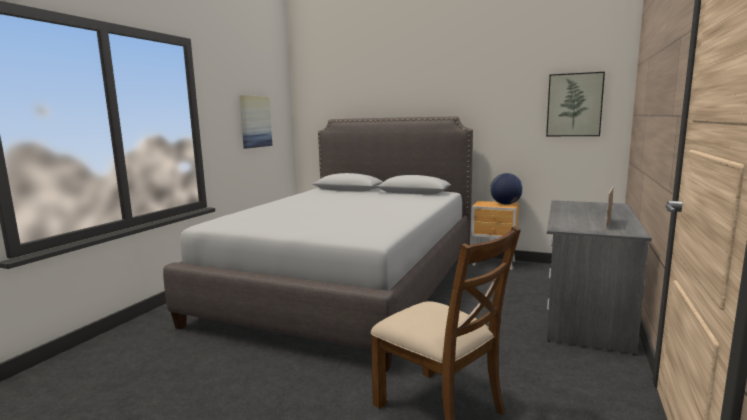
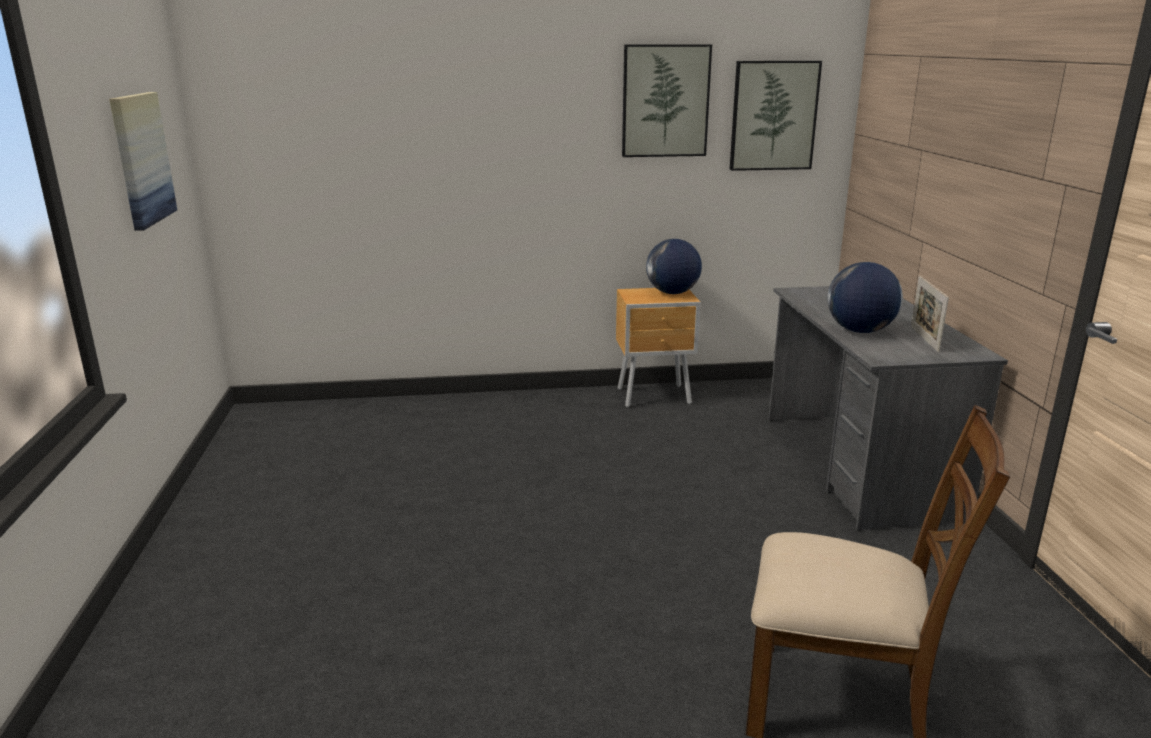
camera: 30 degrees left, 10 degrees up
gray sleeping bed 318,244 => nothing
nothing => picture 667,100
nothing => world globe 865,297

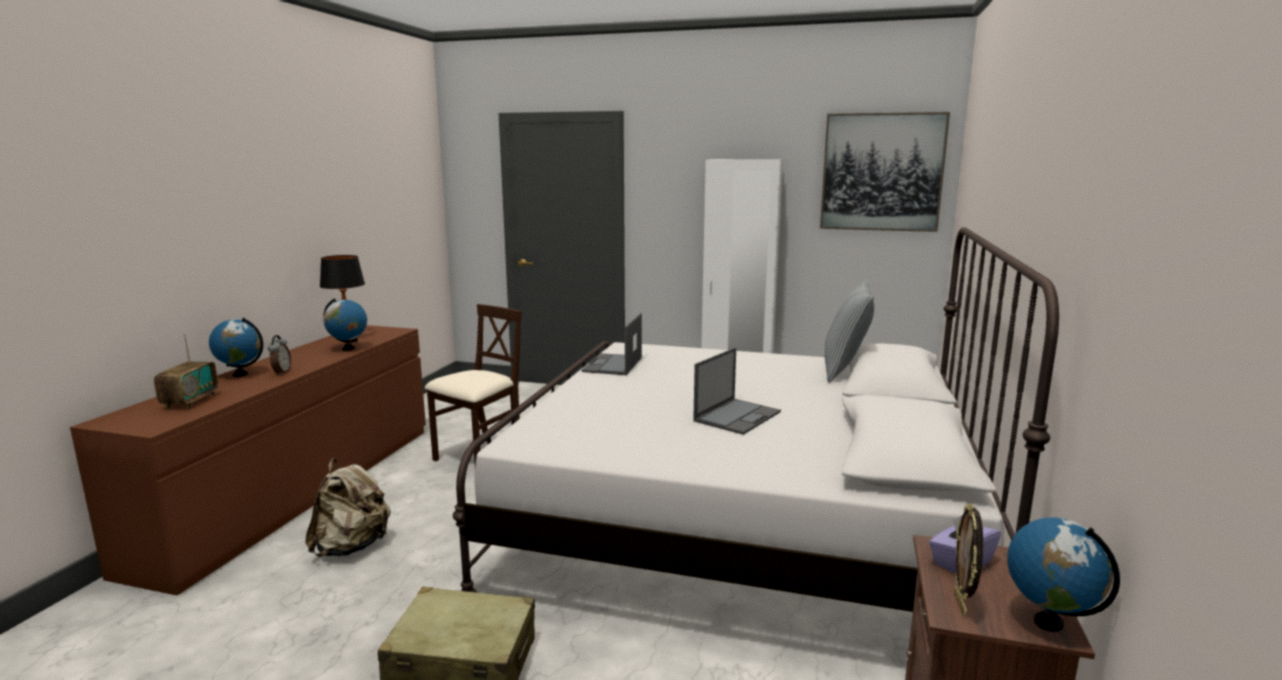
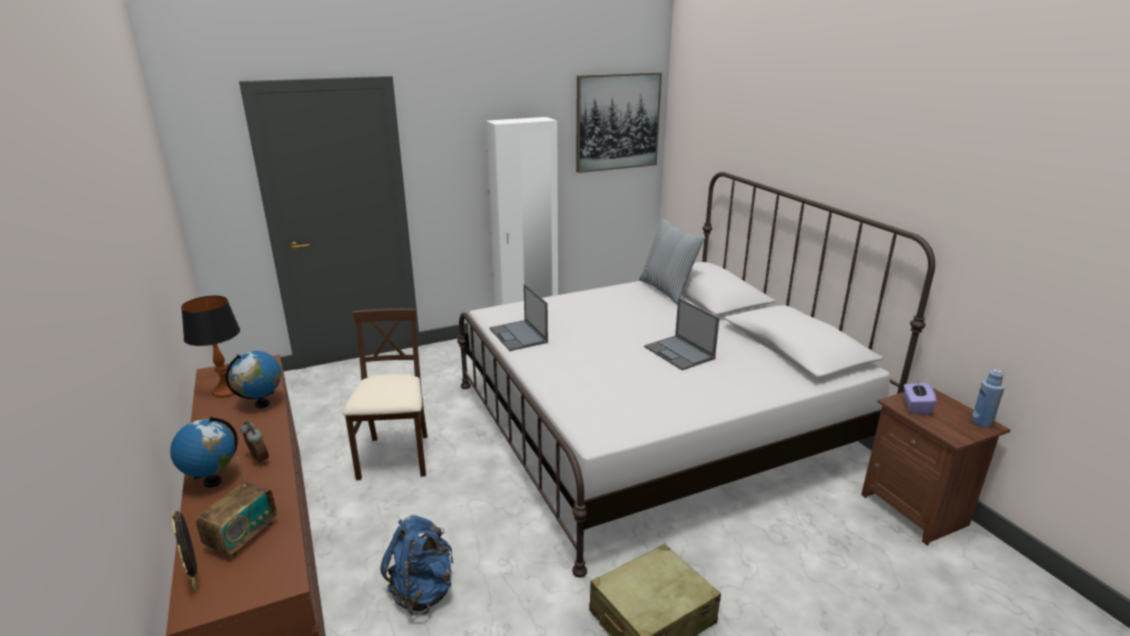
camera: 40 degrees left, 10 degrees up
photo frame 968,560 => photo frame 184,550, moved
world globe 1063,575 => blue bottle 988,398
beige-coloured backpack 348,507 => blue backpack 416,565
radio receiver 186,372 => radio receiver 236,508, 60 degrees clockwise
laptop 737,391 => laptop 681,334, 150 degrees clockwise

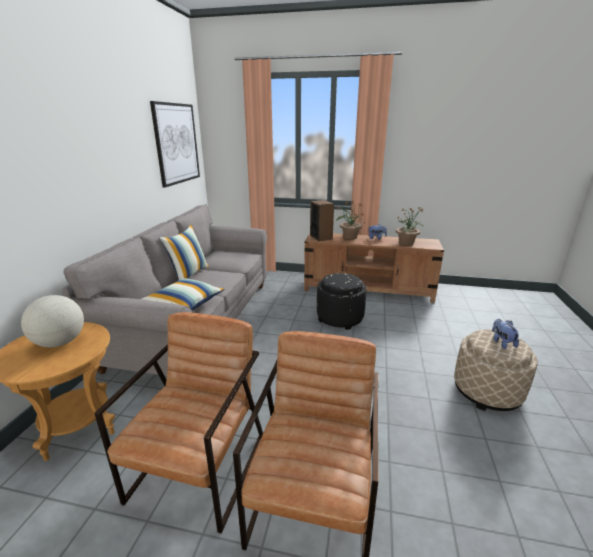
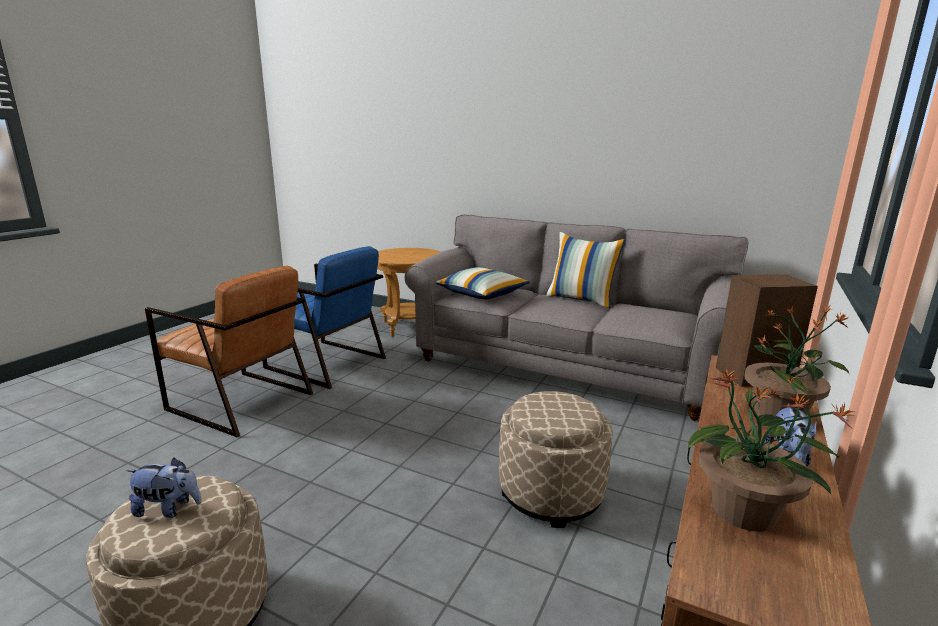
camera: 105 degrees right, 5 degrees down
world globe 52,321 => nothing
picture 175,144 => nothing
brown armchair 178,423 => blue armchair 324,317
black pouffe 342,301 => beige-coloured pouffe 555,459

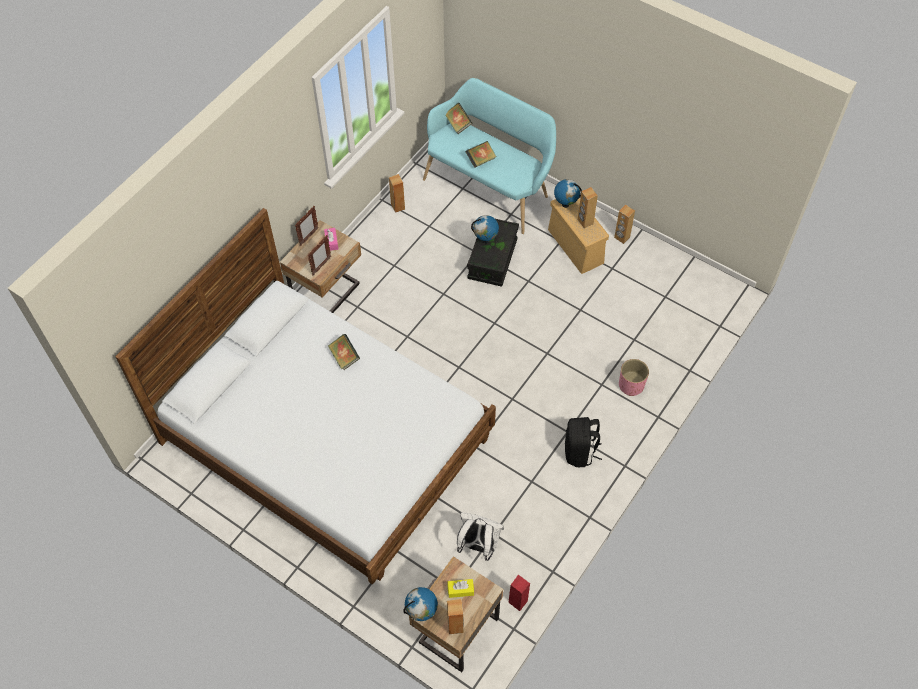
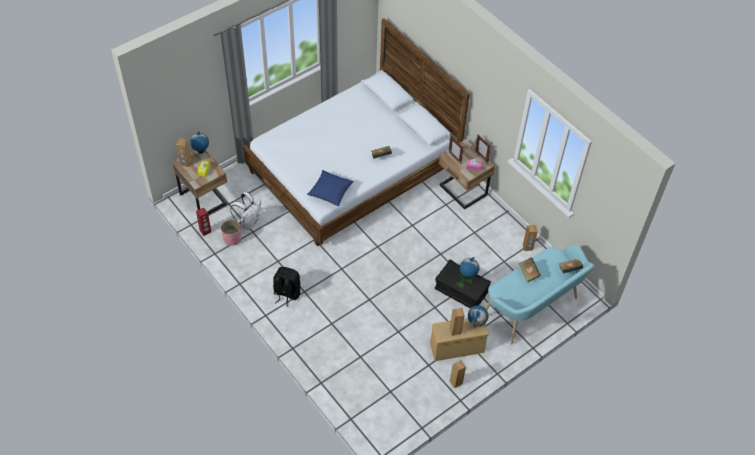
camera: 105 degrees right, 5 degrees down
nothing => blue throw pillow 330,188
pink planter 634,377 => pink planter 231,233, moved

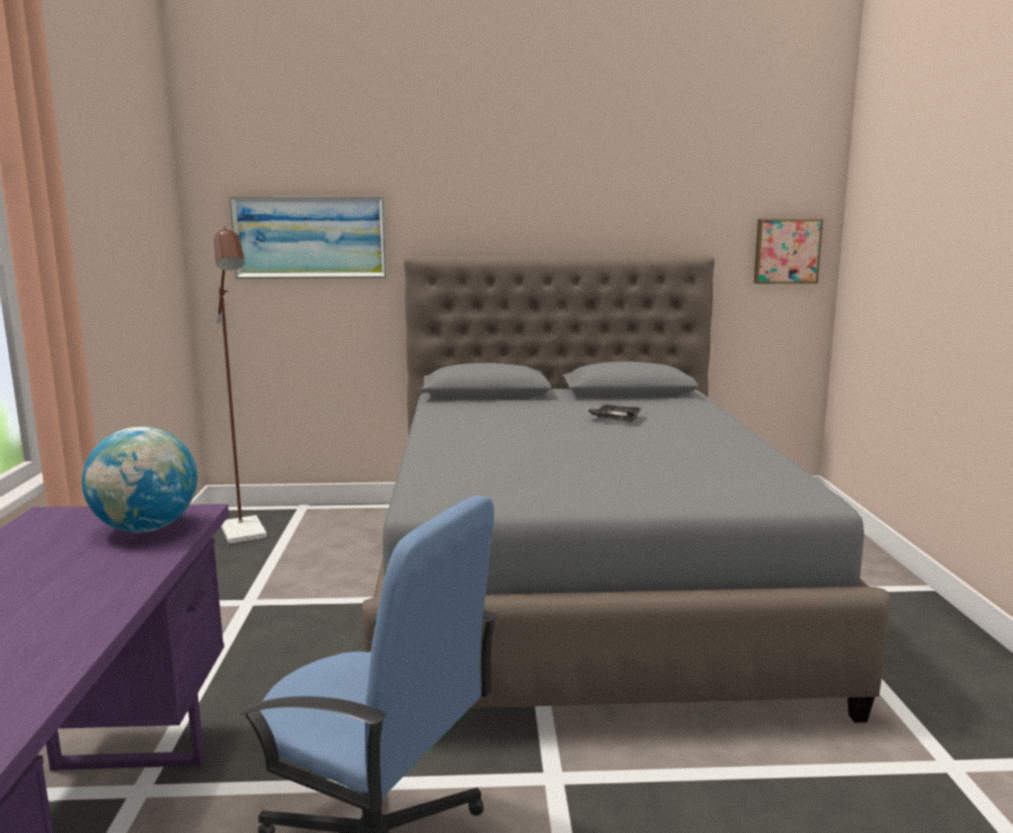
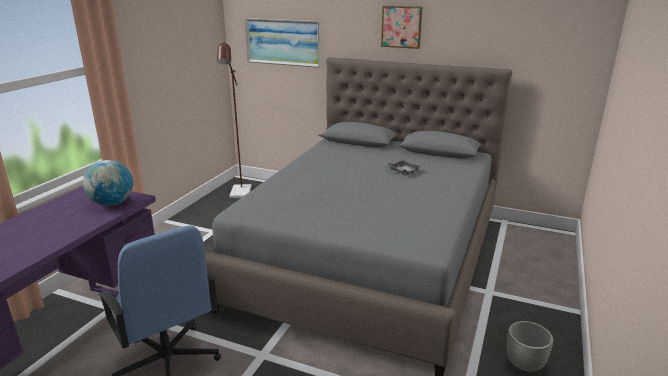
camera: 25 degrees right, 10 degrees up
nothing => gray planter 530,346
picture 788,251 => picture 402,27, moved

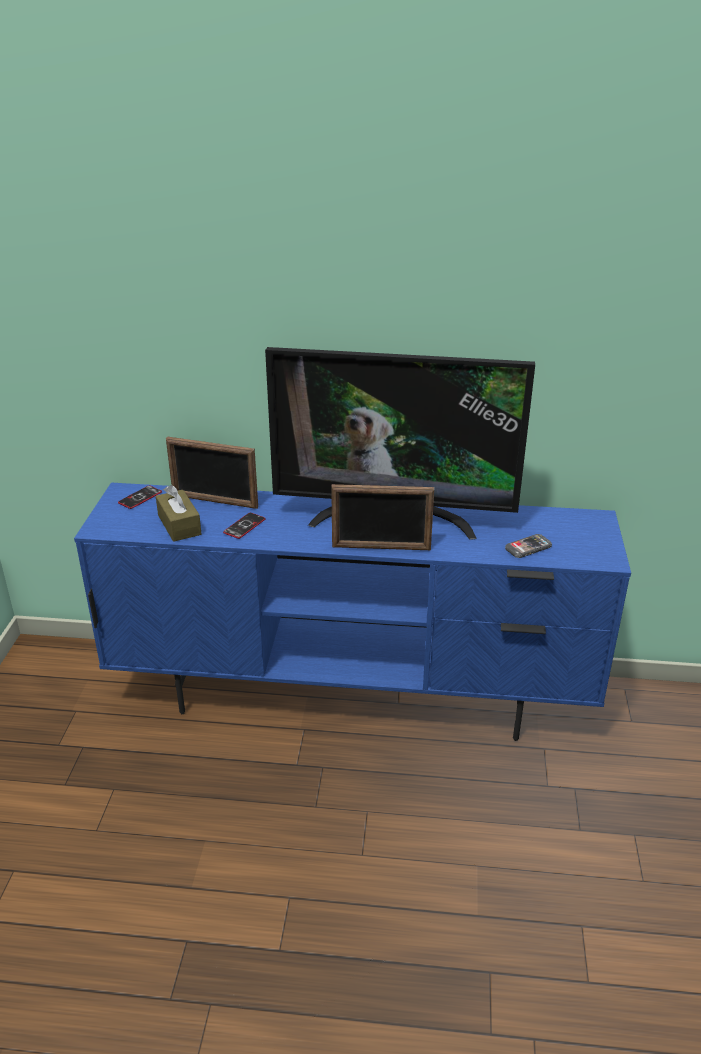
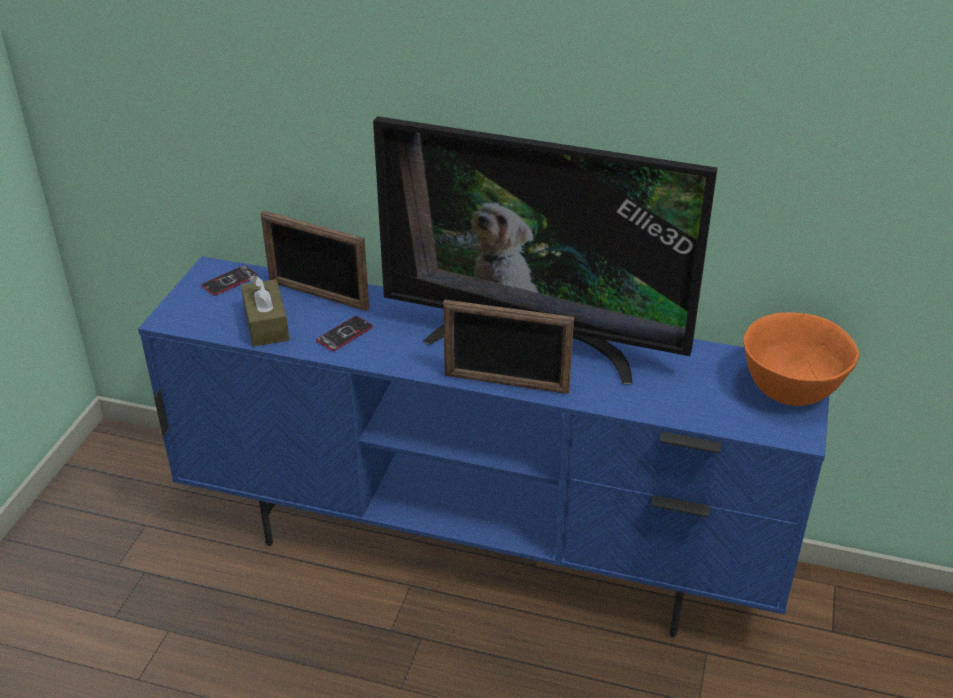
camera: 10 degrees right, 5 degrees up
telephone 528,546 => nothing
nothing => orange-coloured deep dish 801,359

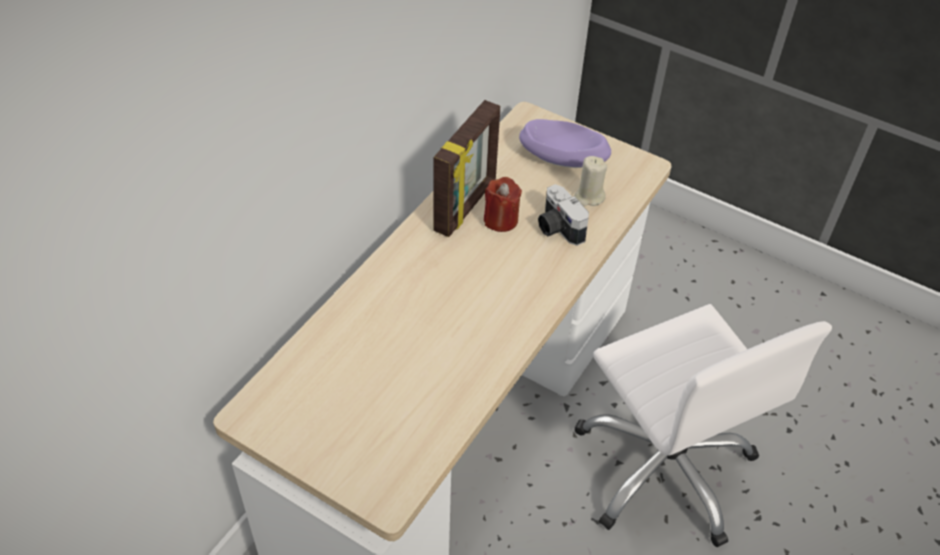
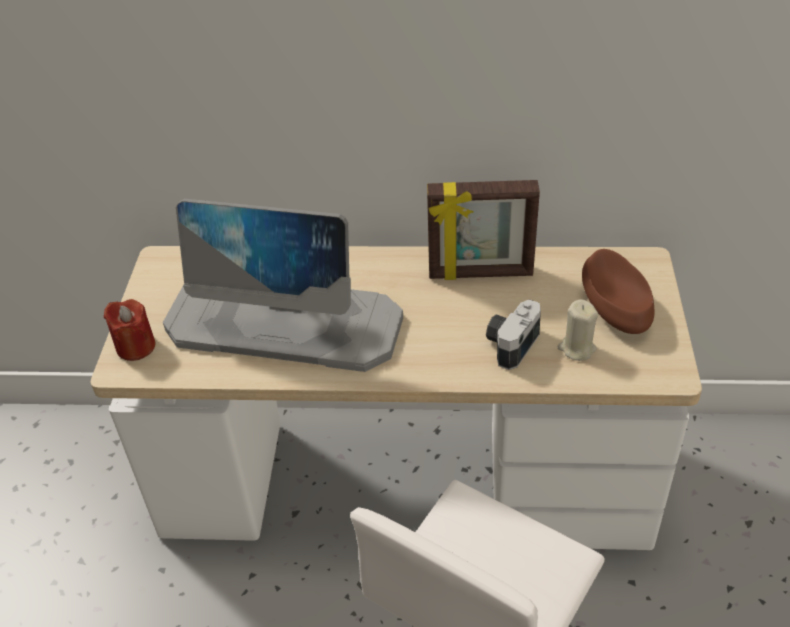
camera: 65 degrees right, 5 degrees down
nothing => computer display 283,285
red candle 503,204 => red candle 130,330, moved
purplish deep dish 565,143 => brown deep dish 618,291

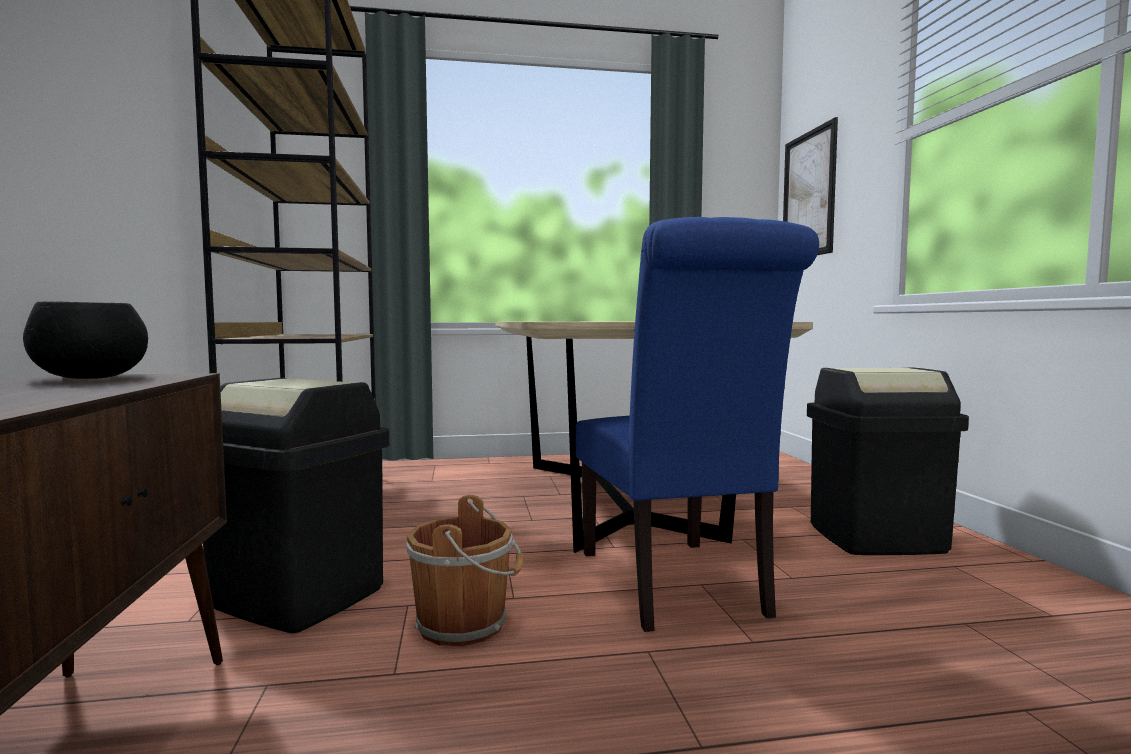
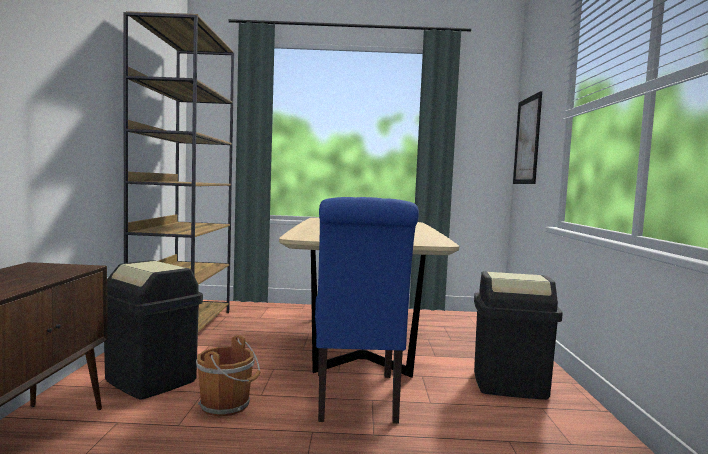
camera: 10 degrees right, 0 degrees up
black deep dish 85,340 => nothing

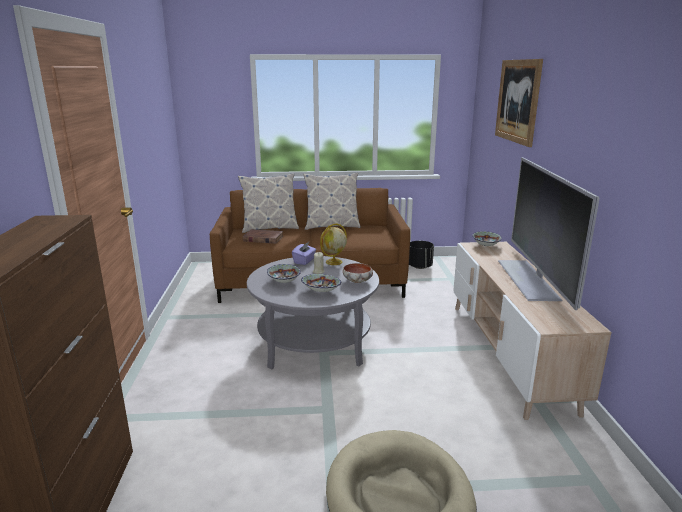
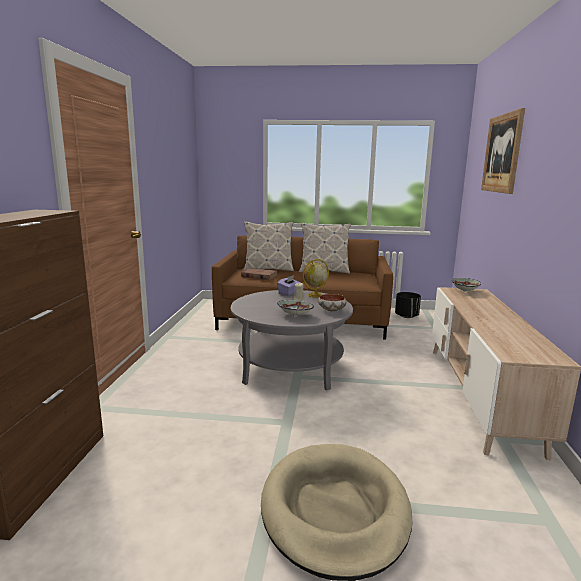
camera: 10 degrees right, 5 degrees down
deep dish 284,273 => nothing
TV set 549,233 => nothing

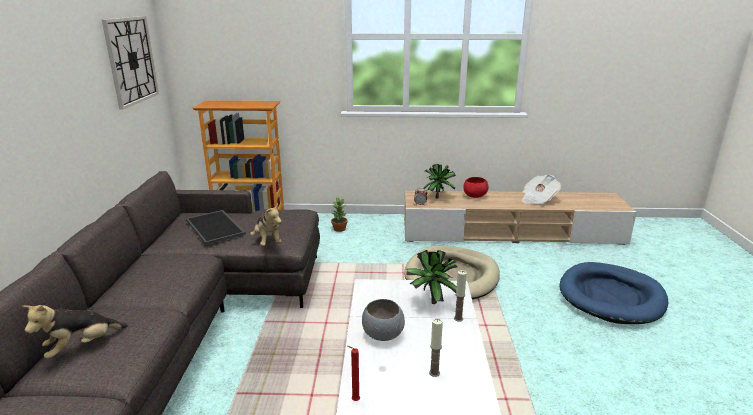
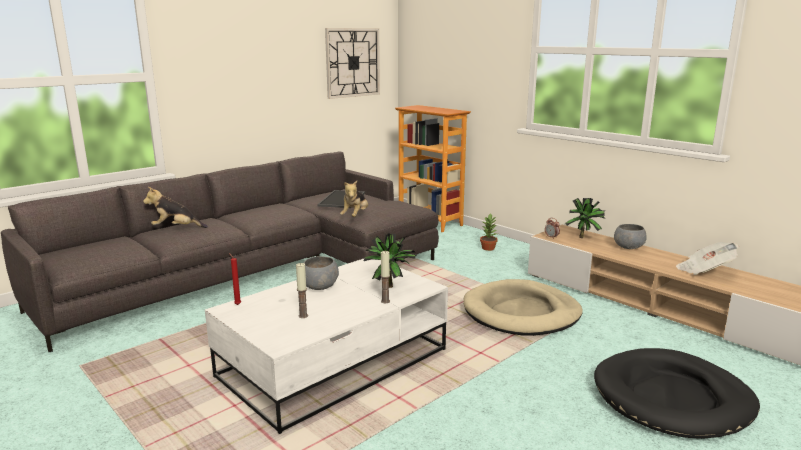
camera: 45 degrees right, 5 degrees down
red deep dish 475,187 => gray deep dish 630,236
blue pet bed 614,293 => black pet bed 677,393

